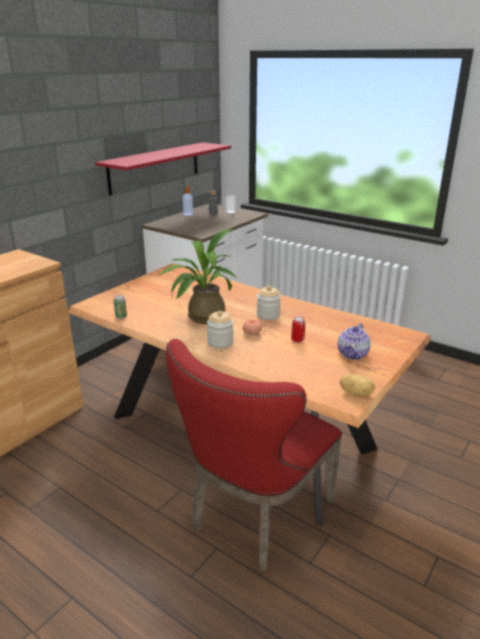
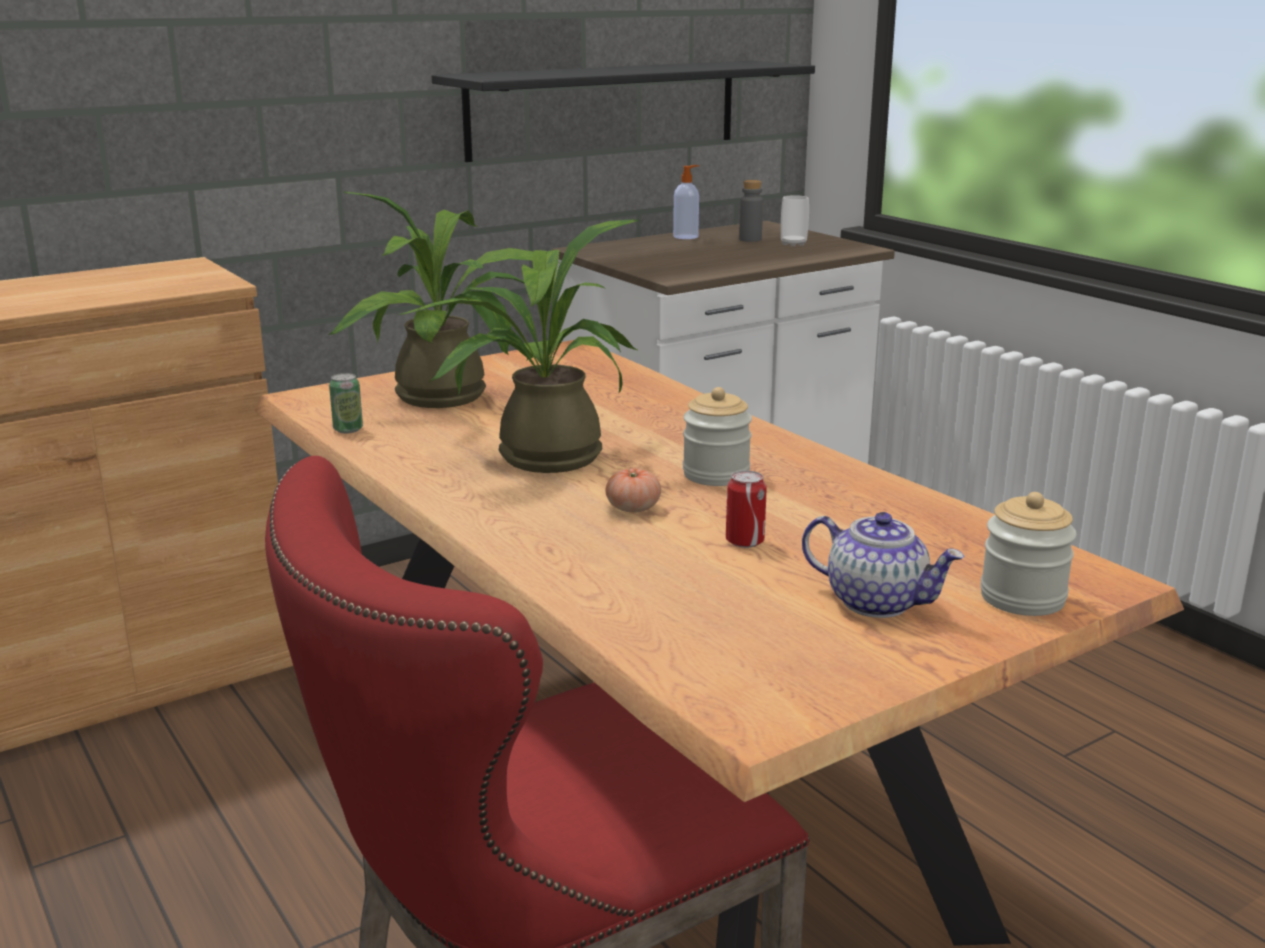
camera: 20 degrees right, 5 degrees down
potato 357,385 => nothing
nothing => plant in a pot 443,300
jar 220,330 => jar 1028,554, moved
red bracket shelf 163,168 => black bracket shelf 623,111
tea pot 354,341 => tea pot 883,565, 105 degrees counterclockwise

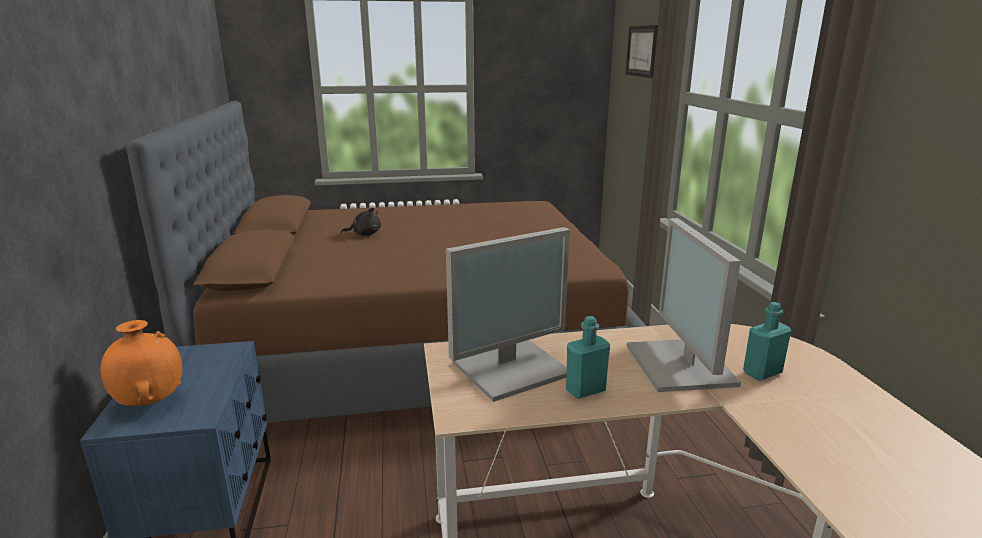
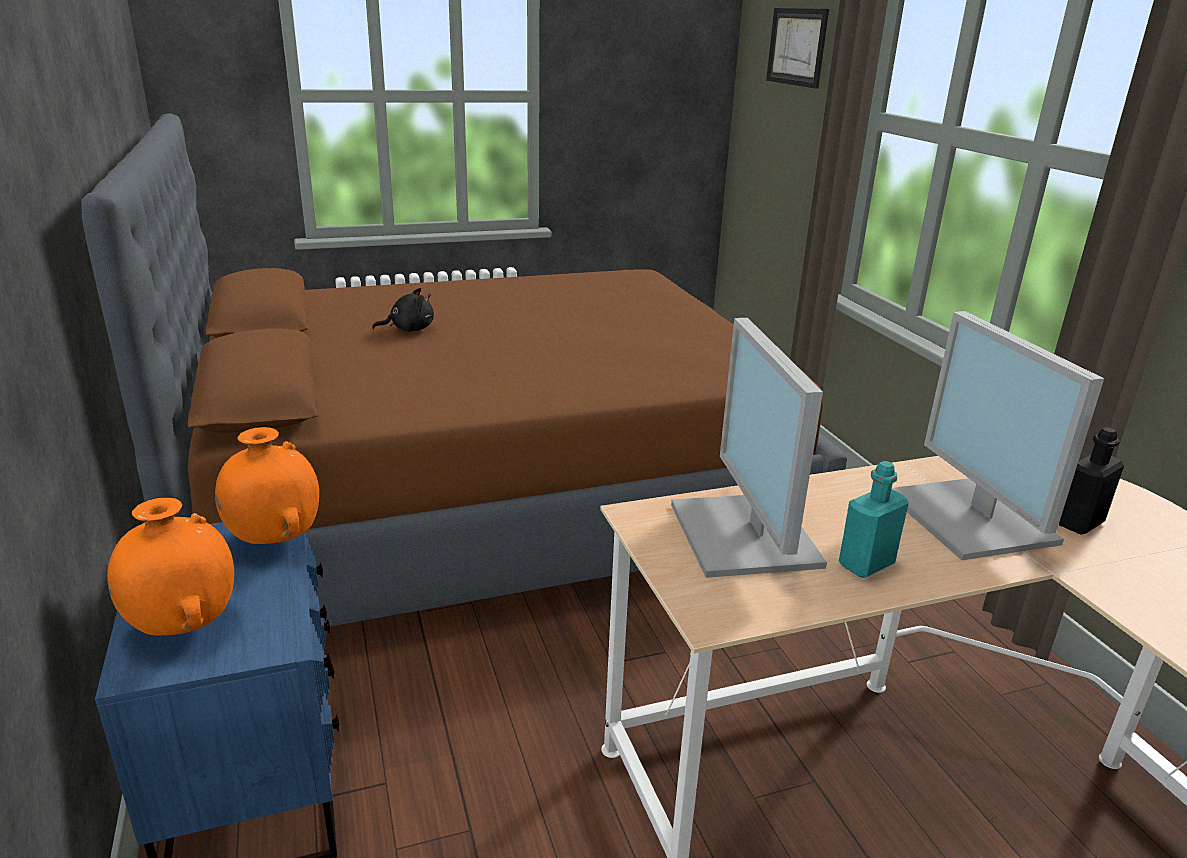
camera: 10 degrees left, 5 degrees up
nothing => orange-coloured flower vase 267,485
turquoise-coloured bottle 767,341 => black bottle 1091,481
computer display 508,314 => computer display 749,448, 120 degrees clockwise

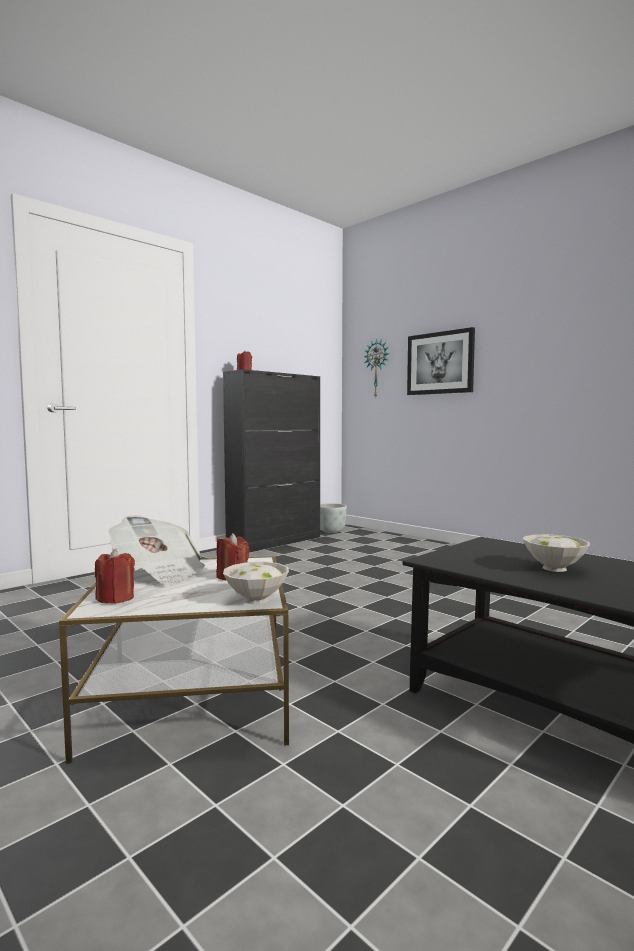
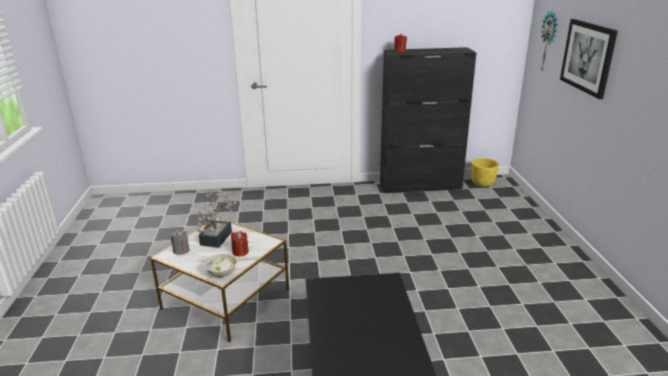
camera: 40 degrees right, 20 degrees up
white-coloured deep dish 556,553 => nothing
newspaper 156,550 => plant in a pot 216,219
red candle 115,576 => gray candle 180,242
gray planter 333,518 => yellow planter 485,172

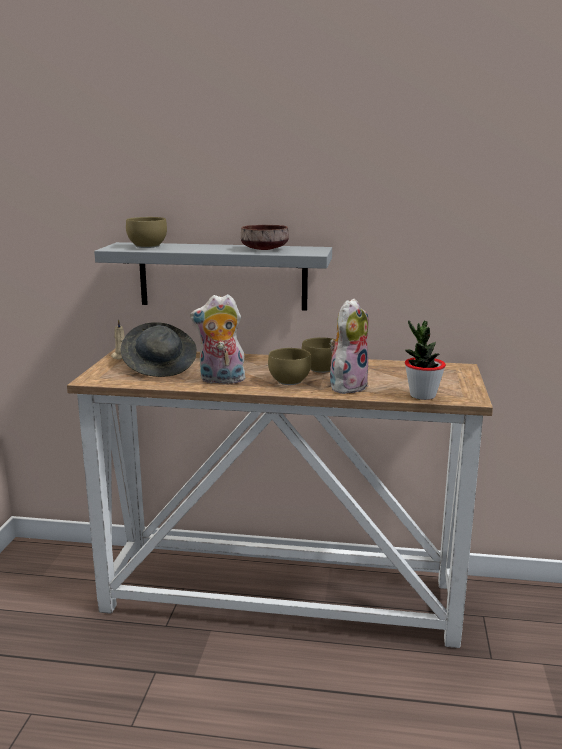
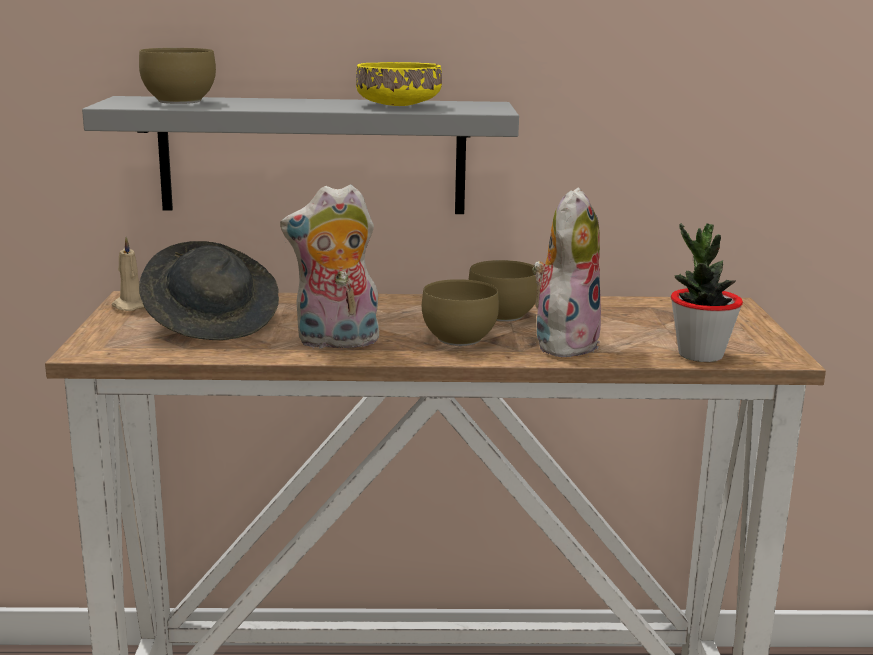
camera: 10 degrees left, 0 degrees up
brown deep dish 265,237 => yellow deep dish 399,84

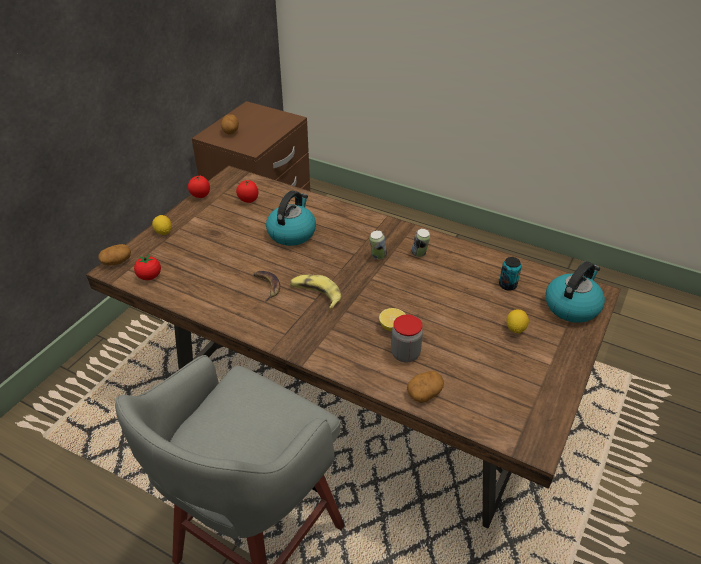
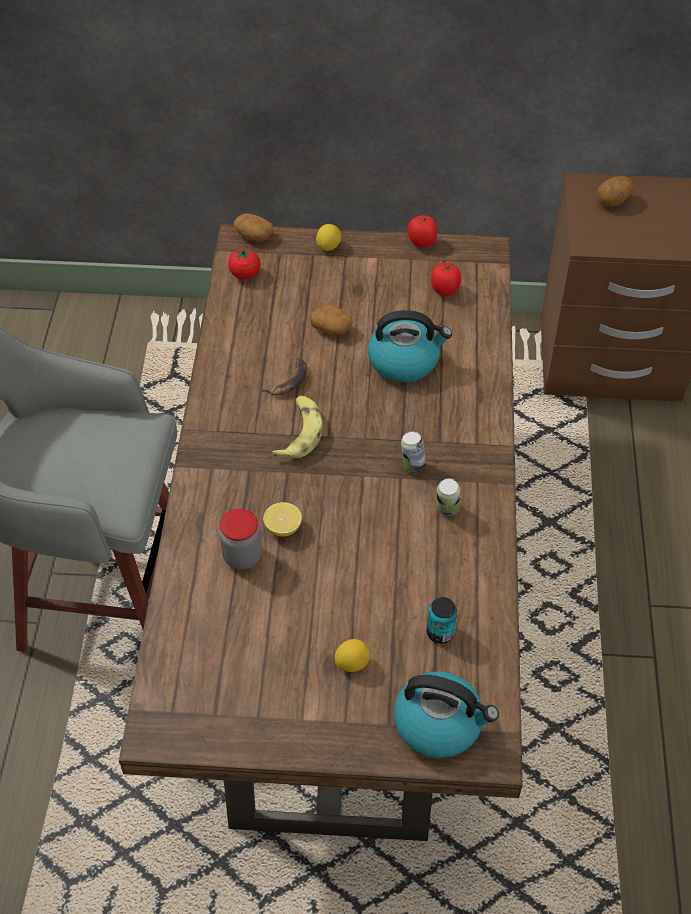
camera: 65 degrees right, 10 degrees up
potato 425,387 => potato 331,320, moved

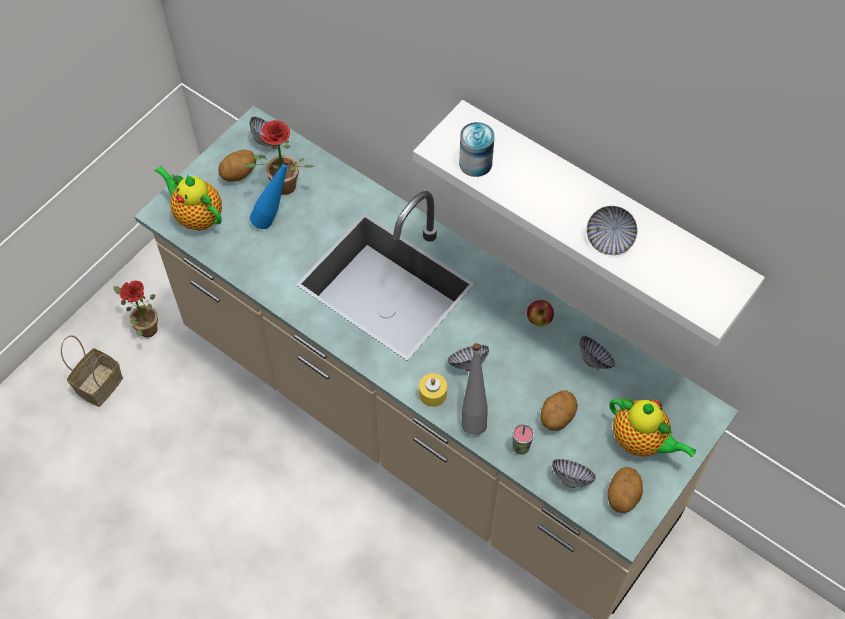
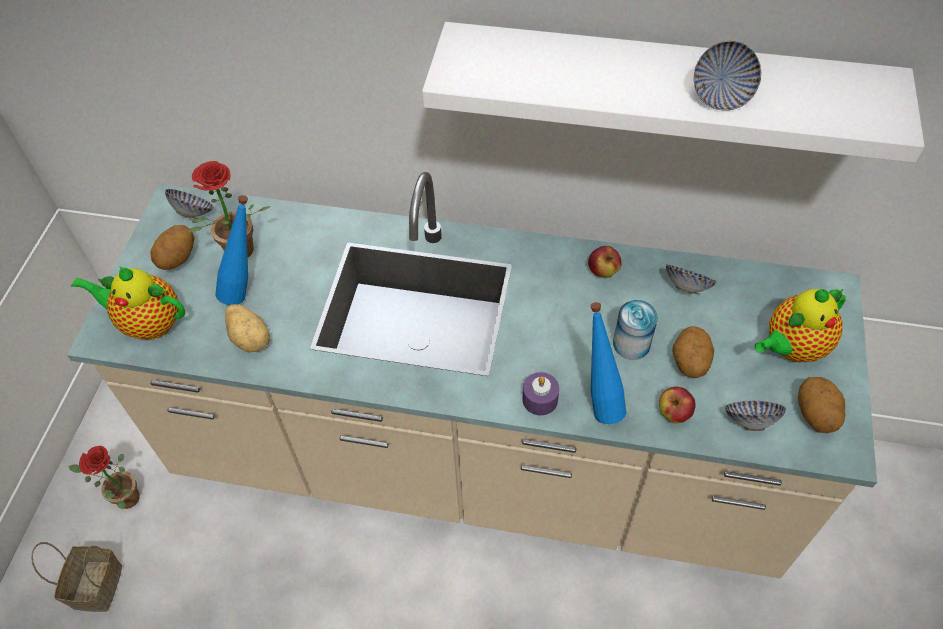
camera: 25 degrees left, 5 degrees down
deep dish 468,358 => nothing
nothing => potato 247,328
sealed can 476,149 => sealed can 635,330, moved
cup 523,439 => apple fruit 677,405
yellow candle 433,390 => purplish candle 540,393
gray bottle 475,389 => blue bottle 608,363
tea pot 652,427 => tea pot 800,325, 135 degrees clockwise

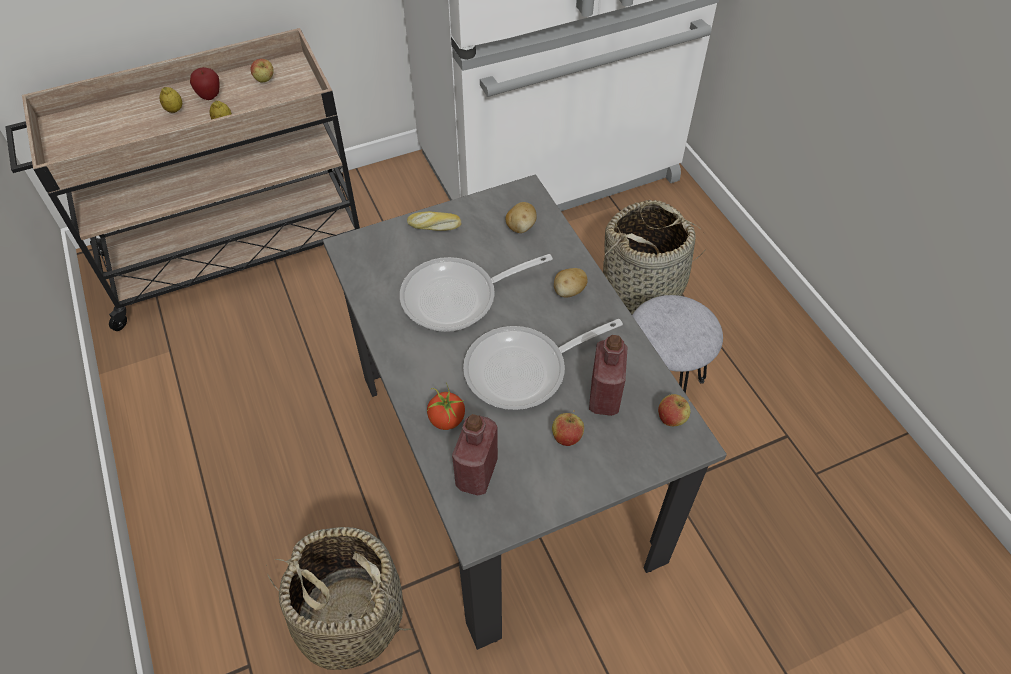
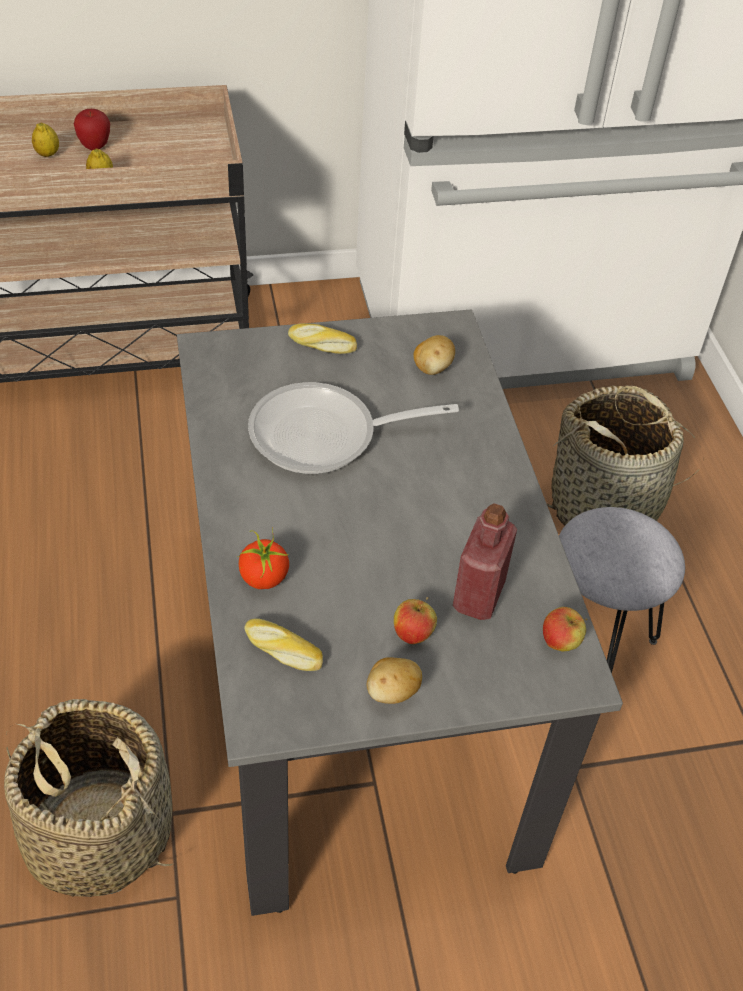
camera: 10 degrees right, 5 degrees down
apple fruit 262,71 => nothing
skillet 543,364 => nothing
potato 571,282 => potato 394,680, moved
red bottle 475,455 => bakery bread 283,644

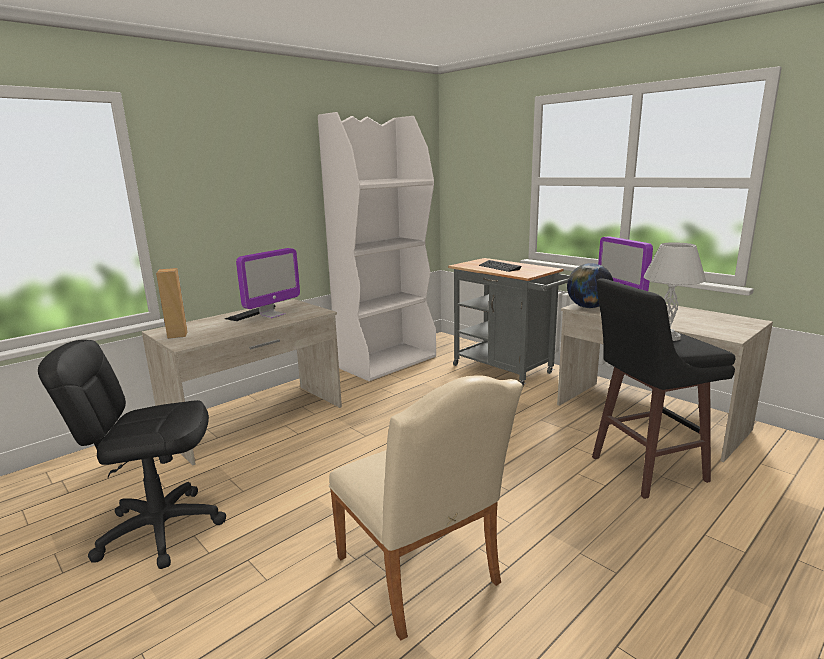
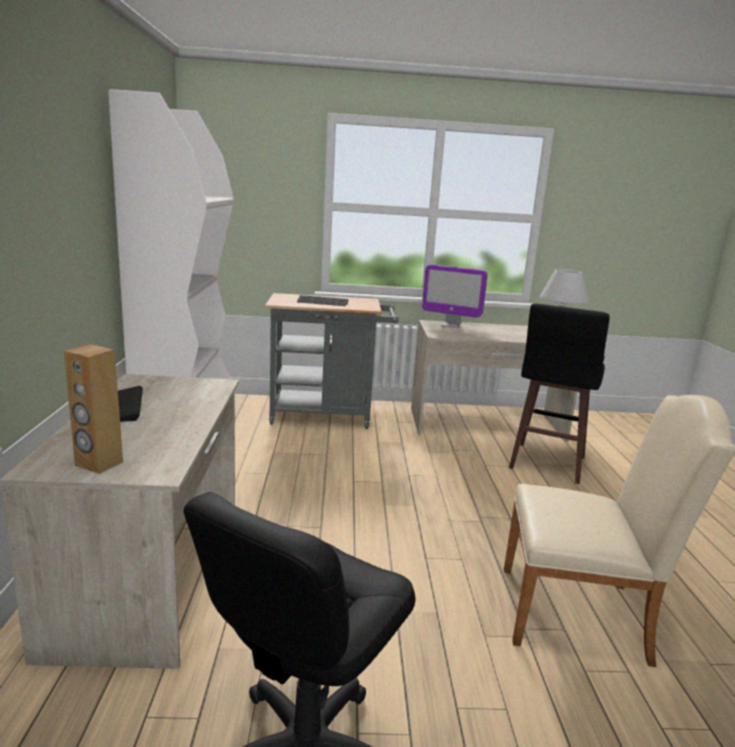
camera: 50 degrees left, 0 degrees up
computer display 268,283 => nothing
world globe 590,285 => nothing

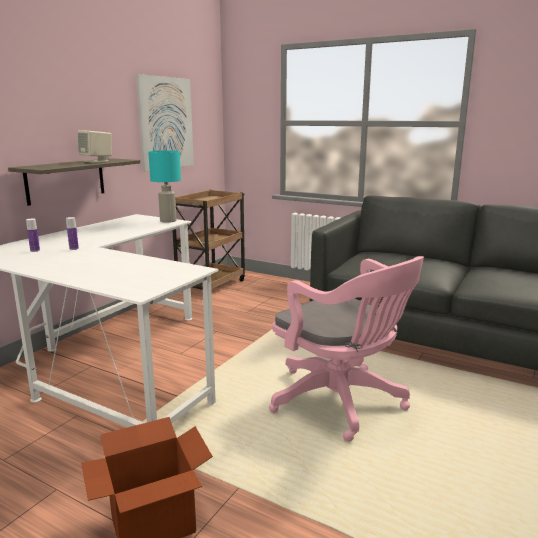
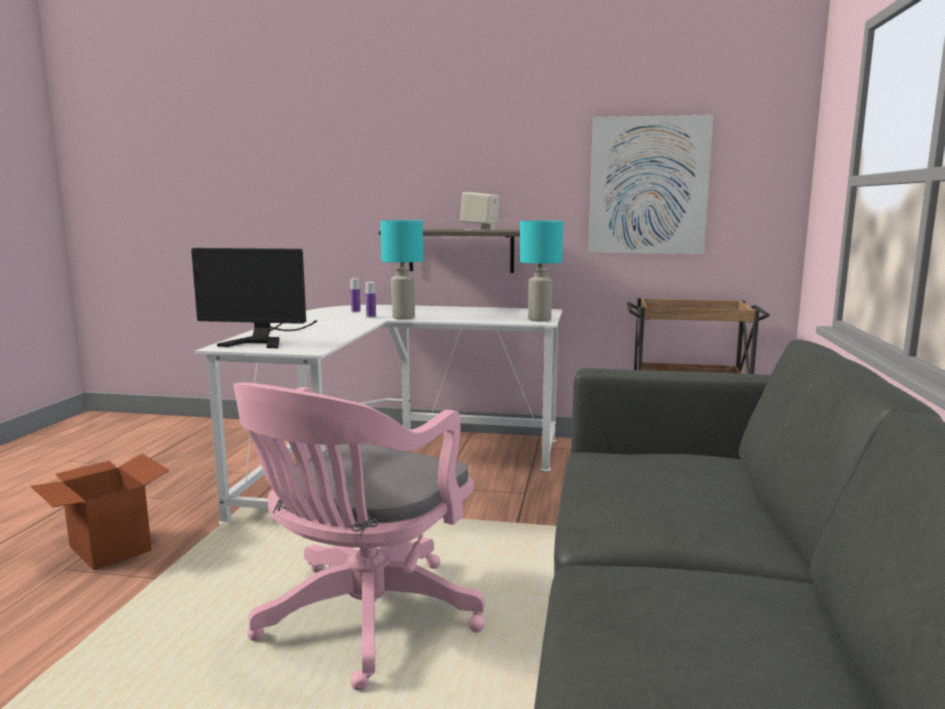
camera: 70 degrees right, 5 degrees down
nothing => computer display 254,298
nothing => turquoise-coloured tabletop lamp 401,269

